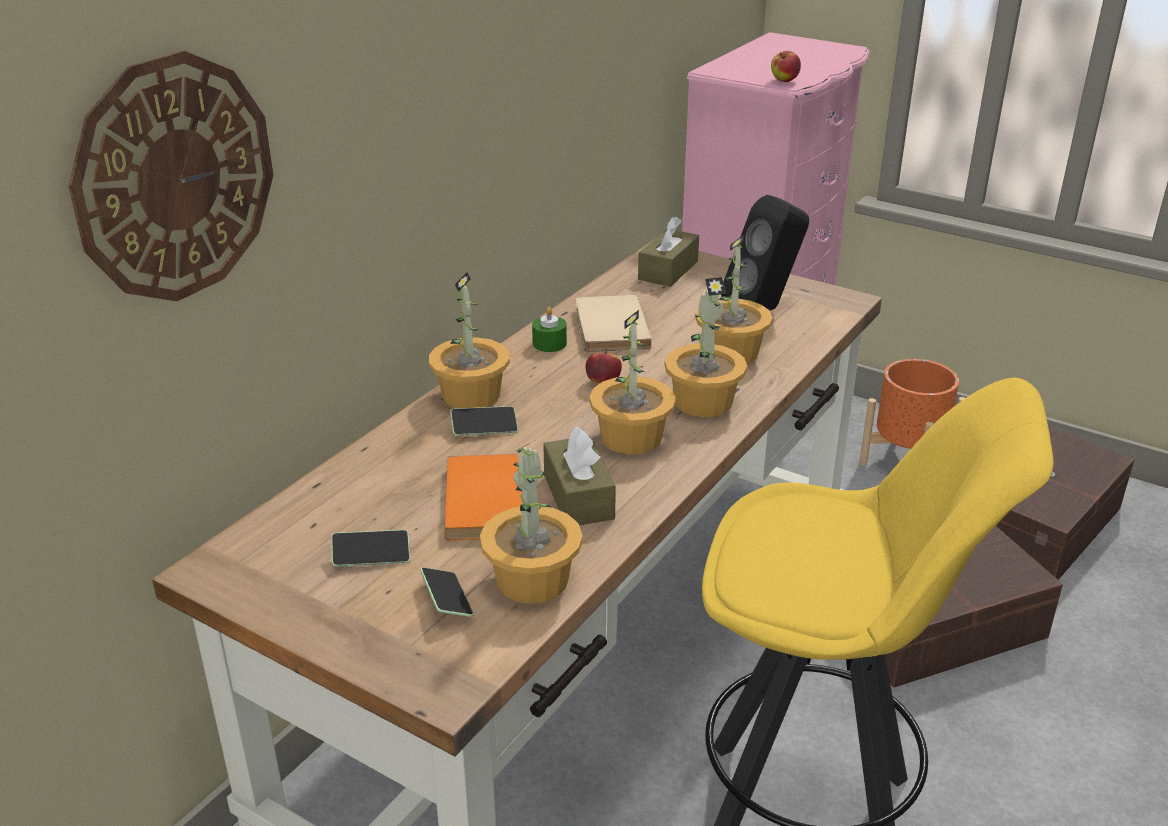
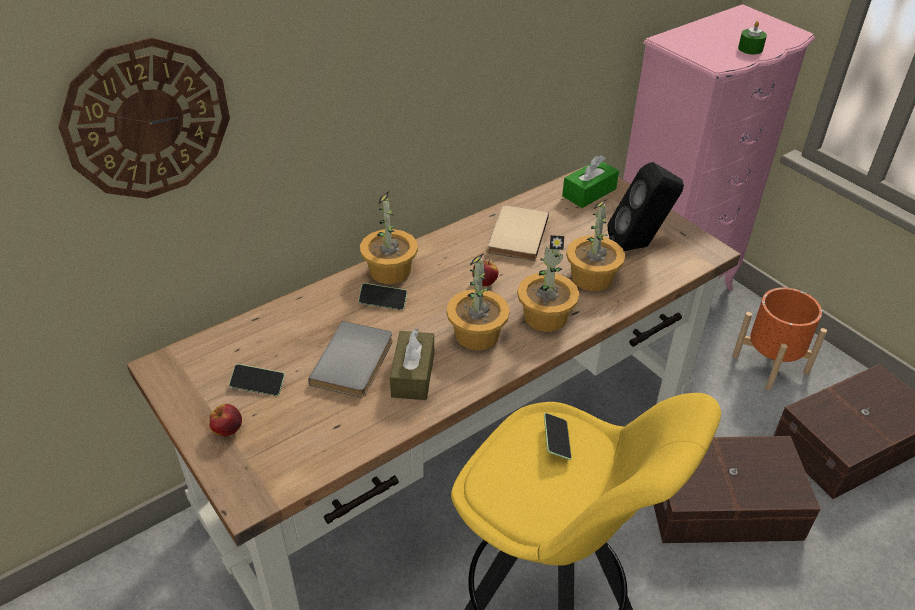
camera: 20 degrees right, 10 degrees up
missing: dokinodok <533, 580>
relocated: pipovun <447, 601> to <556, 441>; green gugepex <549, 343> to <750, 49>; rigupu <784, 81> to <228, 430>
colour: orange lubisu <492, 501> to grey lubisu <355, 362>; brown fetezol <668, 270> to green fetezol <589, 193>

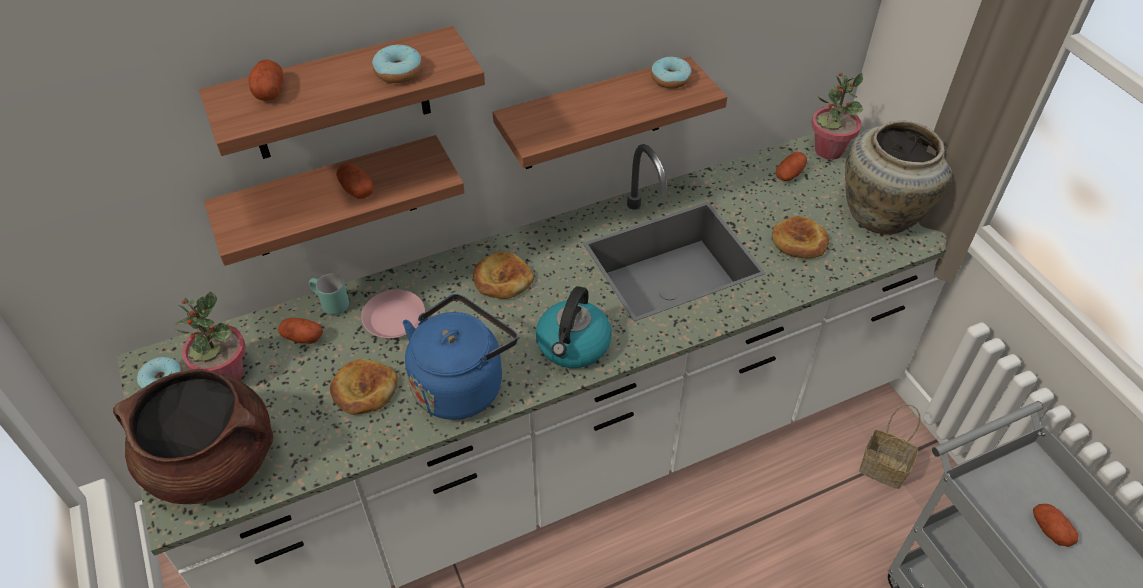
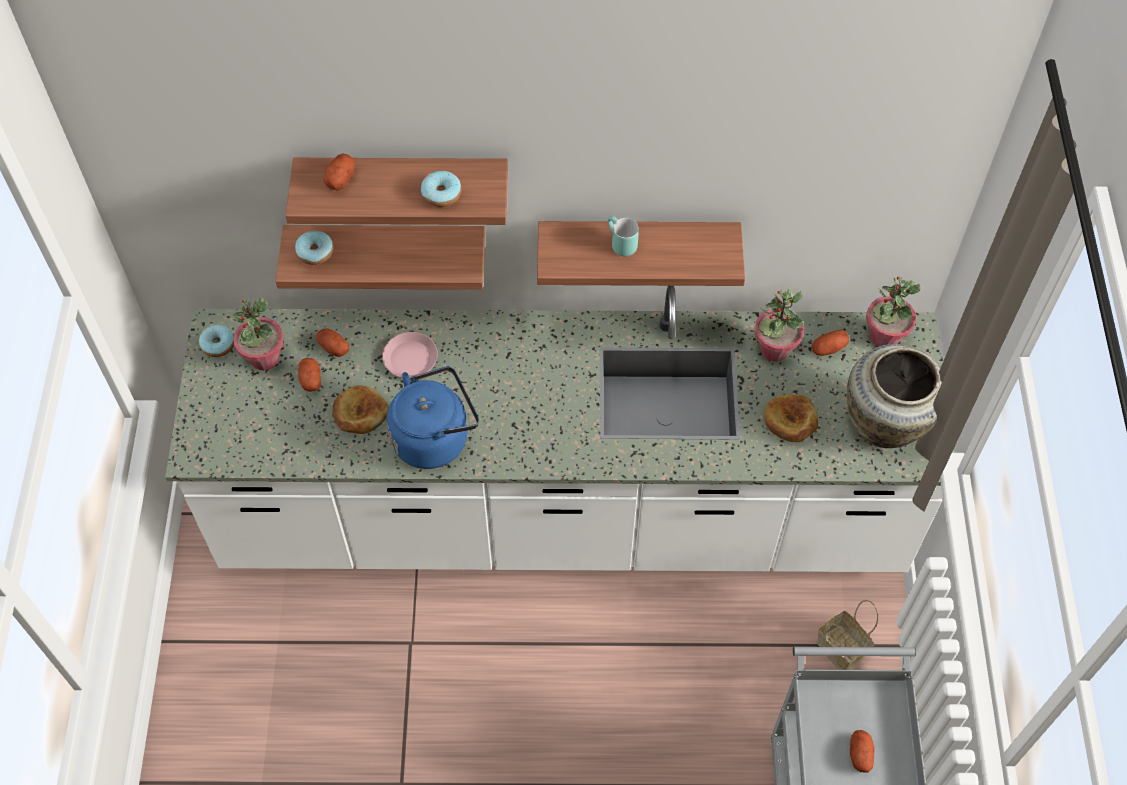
camera: 25 degrees right, 10 degrees up
missing: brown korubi <214, 462>; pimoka <502, 279>; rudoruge <573, 346>
appeared: dokinodok <774, 349>
relocated: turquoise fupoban <329, 305> to <619, 244>; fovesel <356, 190> to <310, 379>; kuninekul <670, 79> to <315, 252>

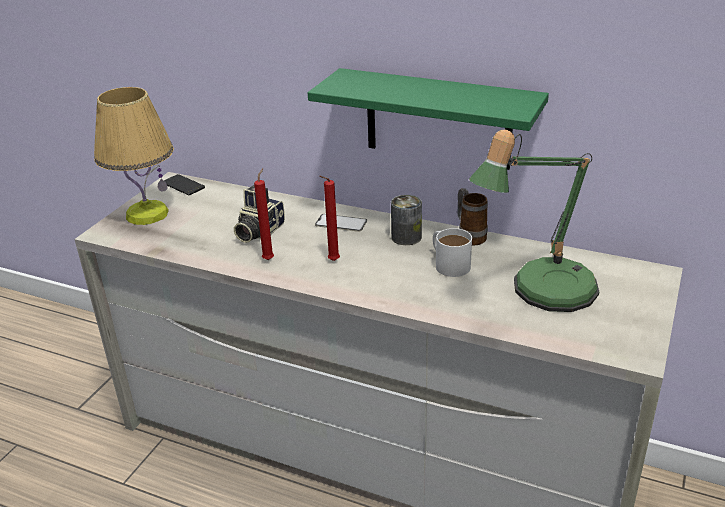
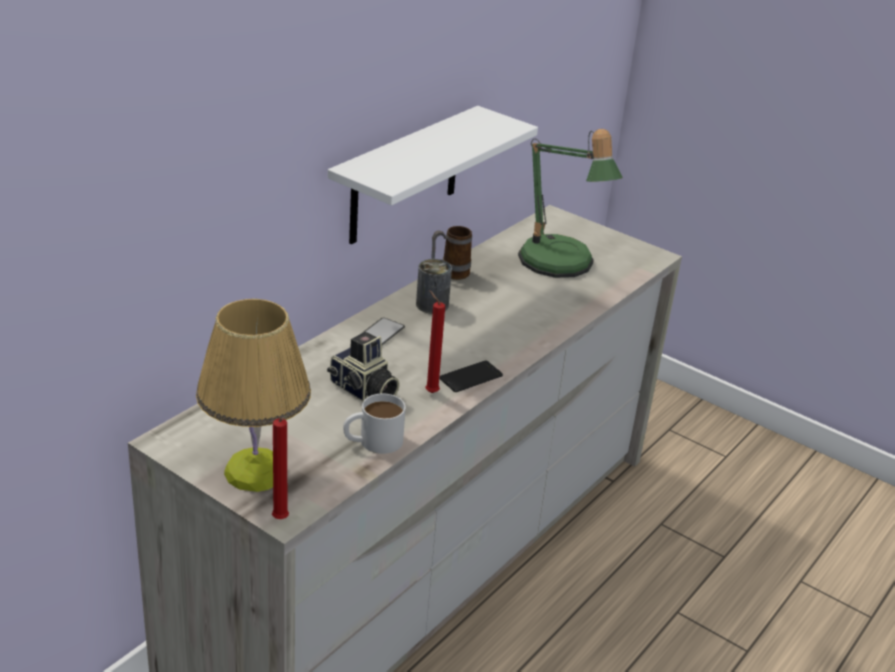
camera: 80 degrees left, 0 degrees up
relocated: pipovun <183, 185> to <471, 377>; red gugepex <332, 261> to <280, 521>; white fupoban <448, 263> to <372, 441>
colour: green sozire <438, 119> to white sozire <405, 176>

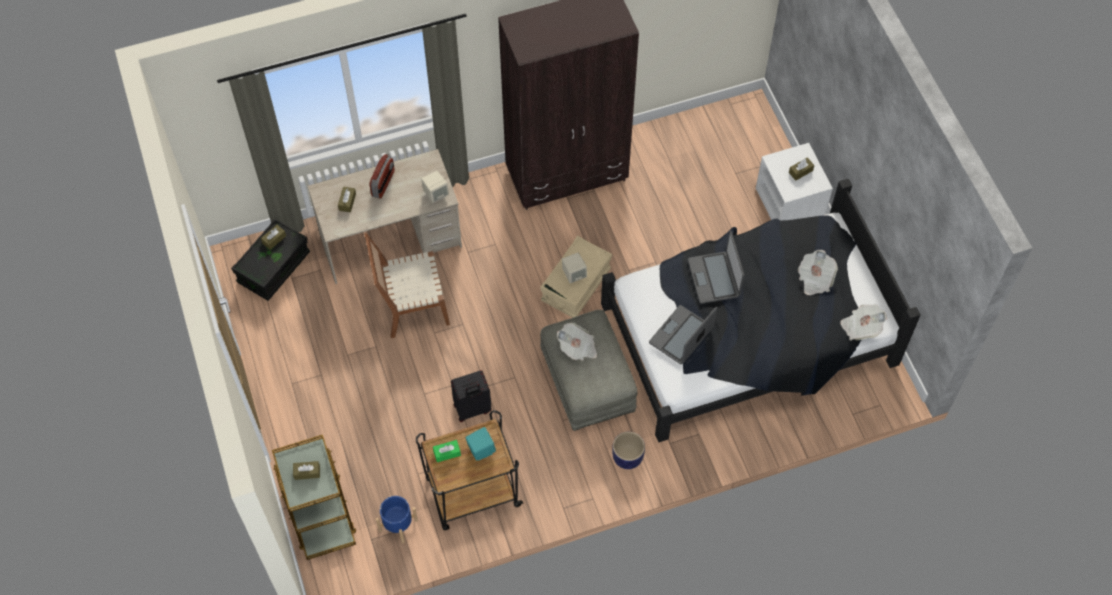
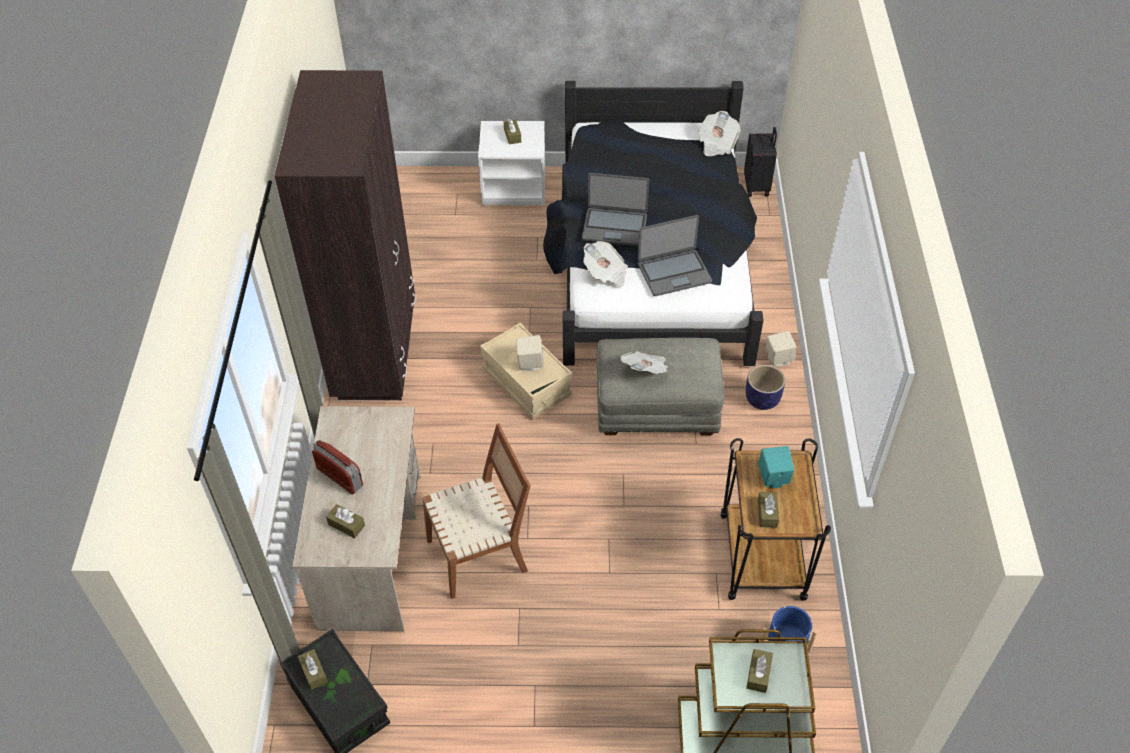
camera: 70 degrees left, 10 degrees down
relocated: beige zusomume <436, 194> to <778, 358>; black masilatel <472, 409> to <757, 186>; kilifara <815, 279> to <605, 273>
colour: green fetezol <447, 453> to brown fetezol <767, 513>
spun: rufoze <411, 308> = <481, 553> 120 degrees counterclockwise; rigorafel <681, 336> = <674, 273> 75 degrees counterclockwise

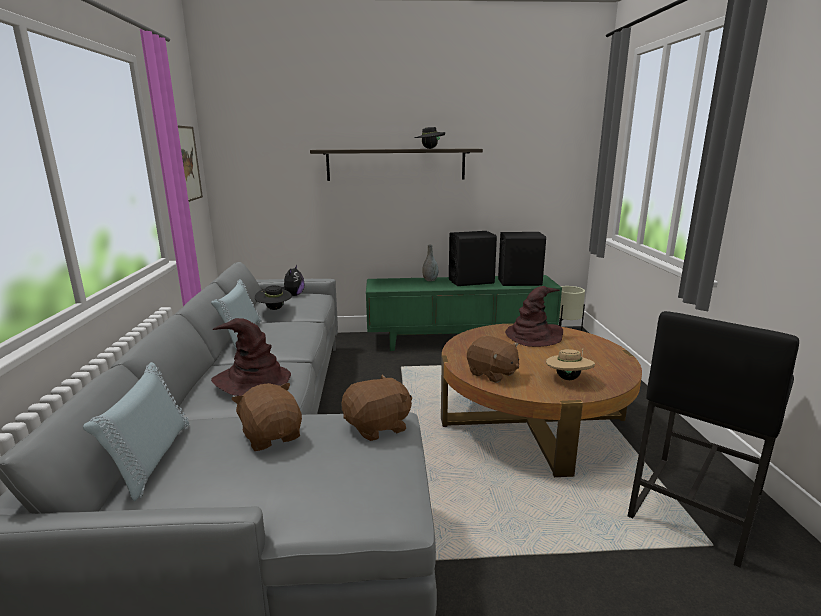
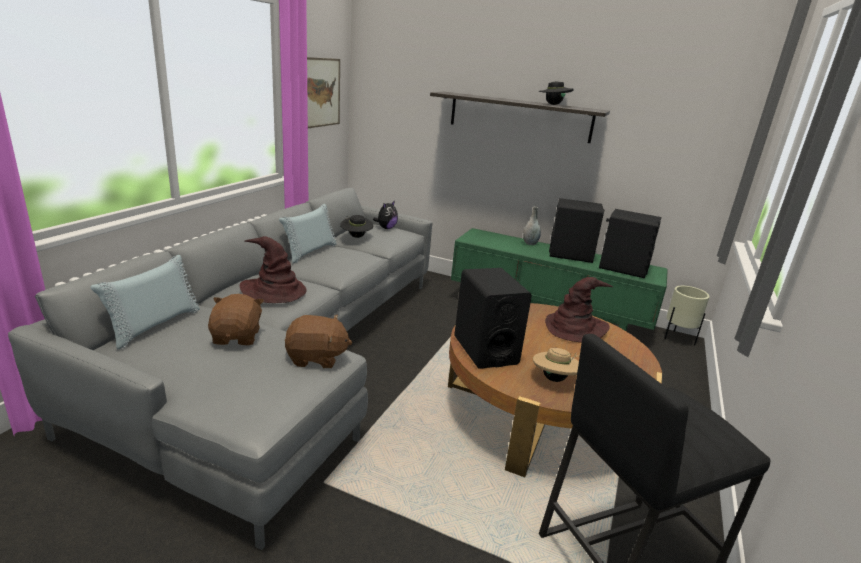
camera: 25 degrees right, 5 degrees up
exchanged: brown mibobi <492, 374> to black zusomume <485, 350>

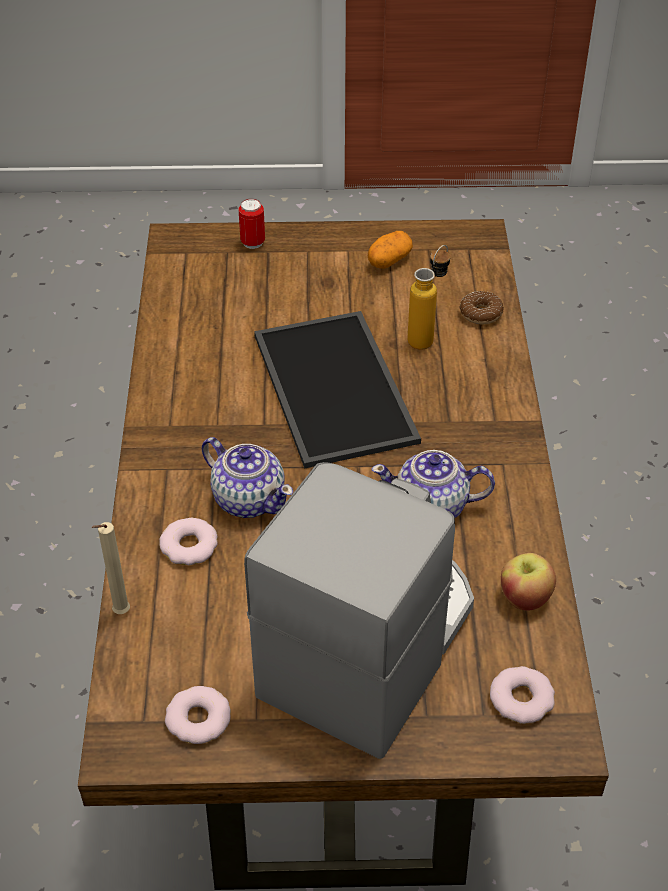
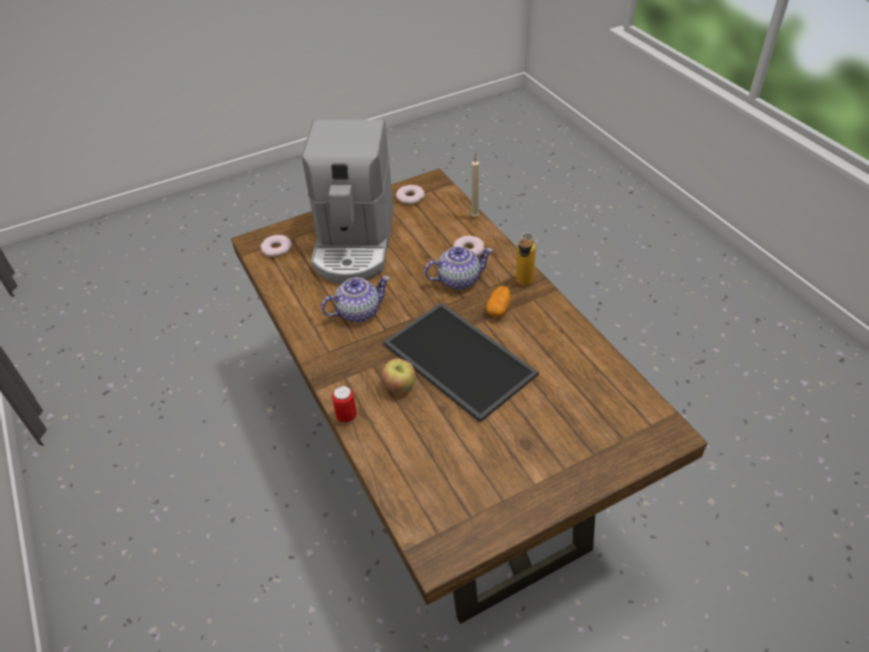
camera: 155 degrees right, 0 degrees up
missing: kuninekul <481, 313>
relocated: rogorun <253, 243> to <347, 416>; fovesel <389, 260> to <498, 309>; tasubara <427, 336> to <523, 285>; rigupu <524, 597> to <399, 386>
spun: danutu <248, 498> = <458, 280> 150 degrees clockwise

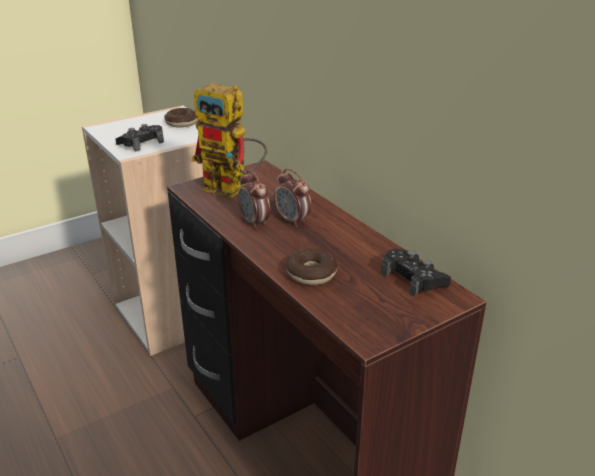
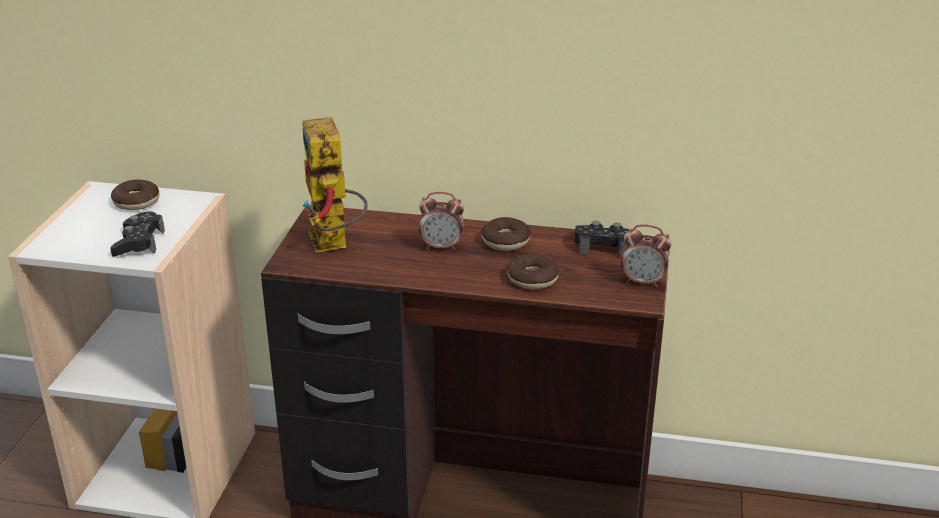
camera: 45 degrees left, 0 degrees up
appeared: kuninekul <505, 241>
relocated: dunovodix <254, 222> to <643, 282>
spun: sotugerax <233, 189> = <334, 244> 90 degrees clockwise

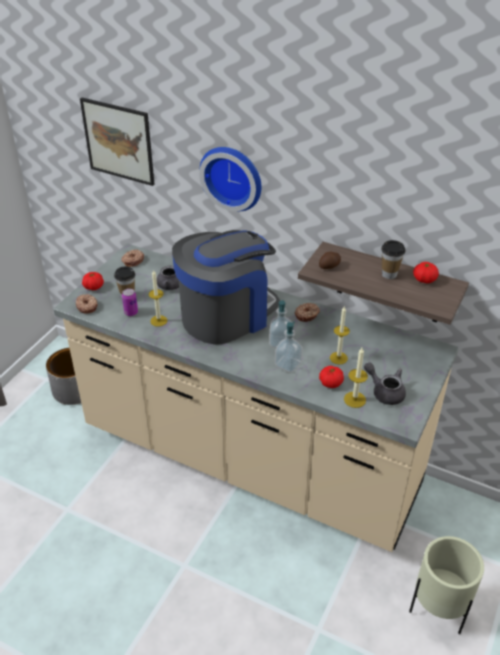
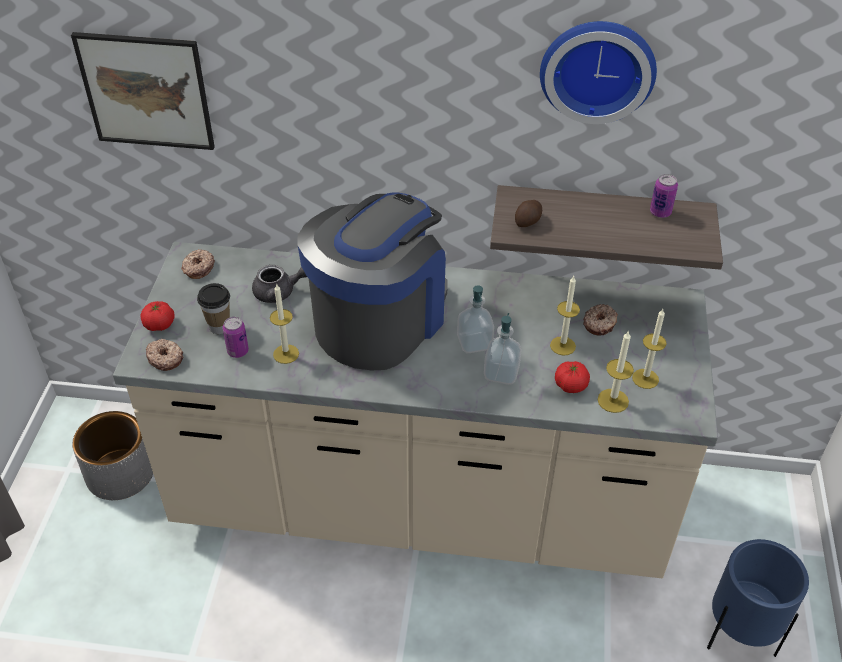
camera: 20 degrees left, 5 degrees up
missing: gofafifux <389, 274>
relocated: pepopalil <233, 176> to <597, 68>; kuninekul <307, 315> to <600, 324>
exchanged: grey danutu <385, 392> to gugepex <645, 378>; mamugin <424, 279> to rogorun <660, 212>
colour: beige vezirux <438, 611> to blue vezirux <739, 635>

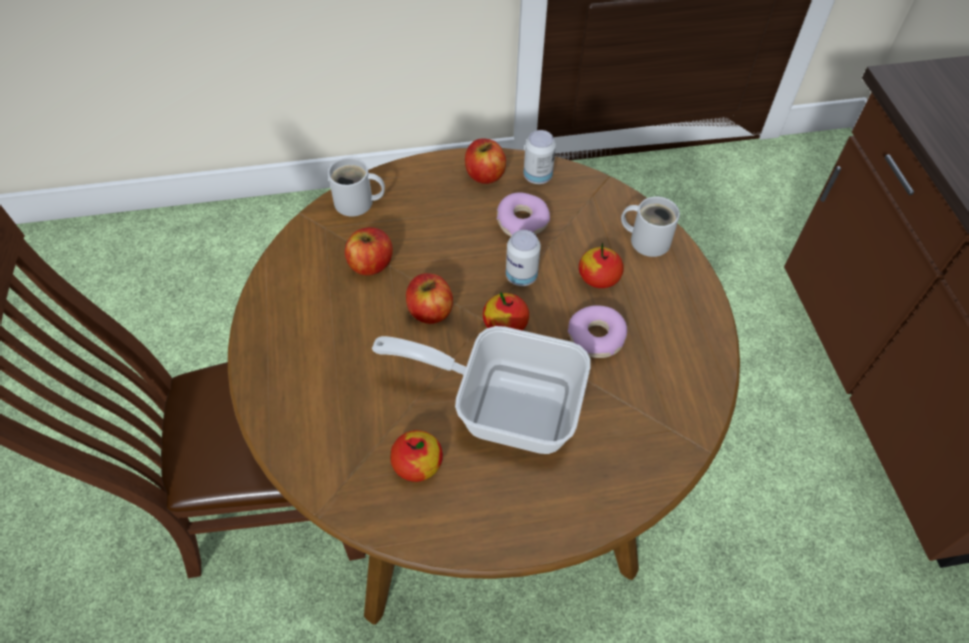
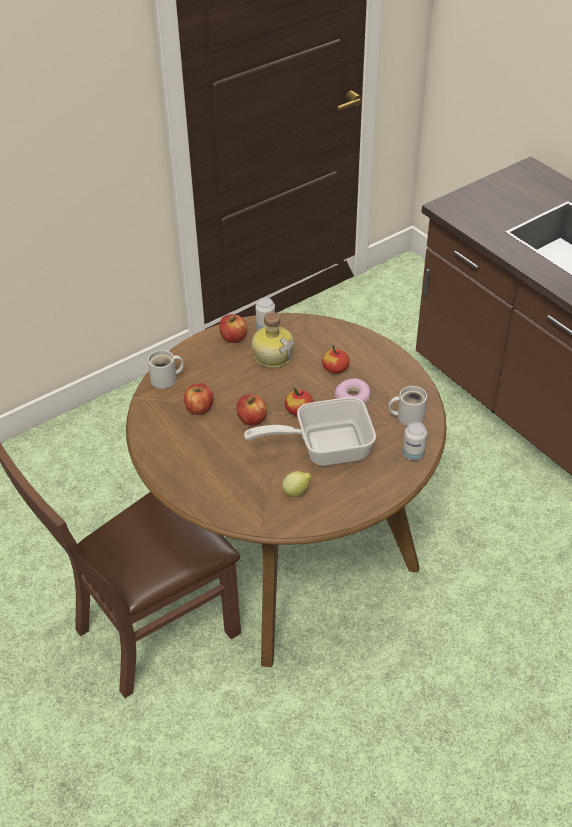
camera: 25 degrees left, 10 degrees down
relocated: rogorun <521, 276> to <413, 454>; white fupoban <647, 239> to <407, 416>
exchanged: rigupu <417, 464> to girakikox <297, 492>; kuninekul <522, 221> to tasubara <273, 355>

